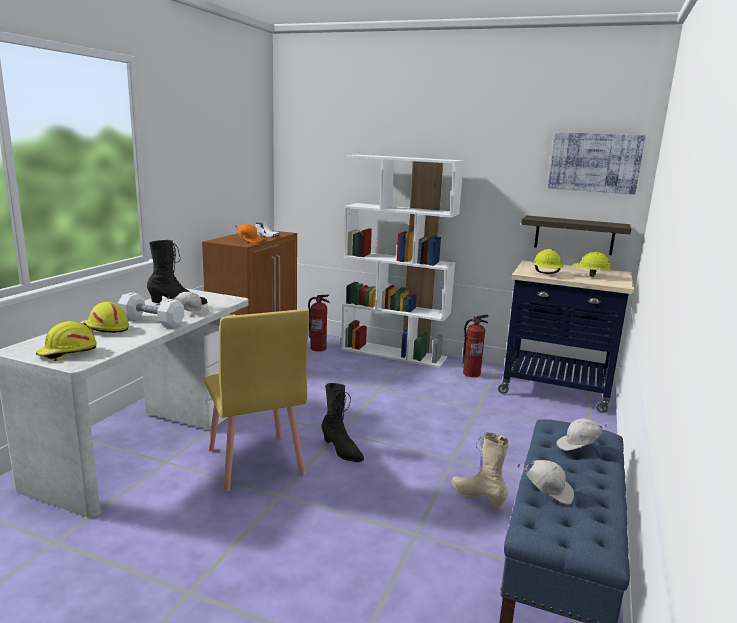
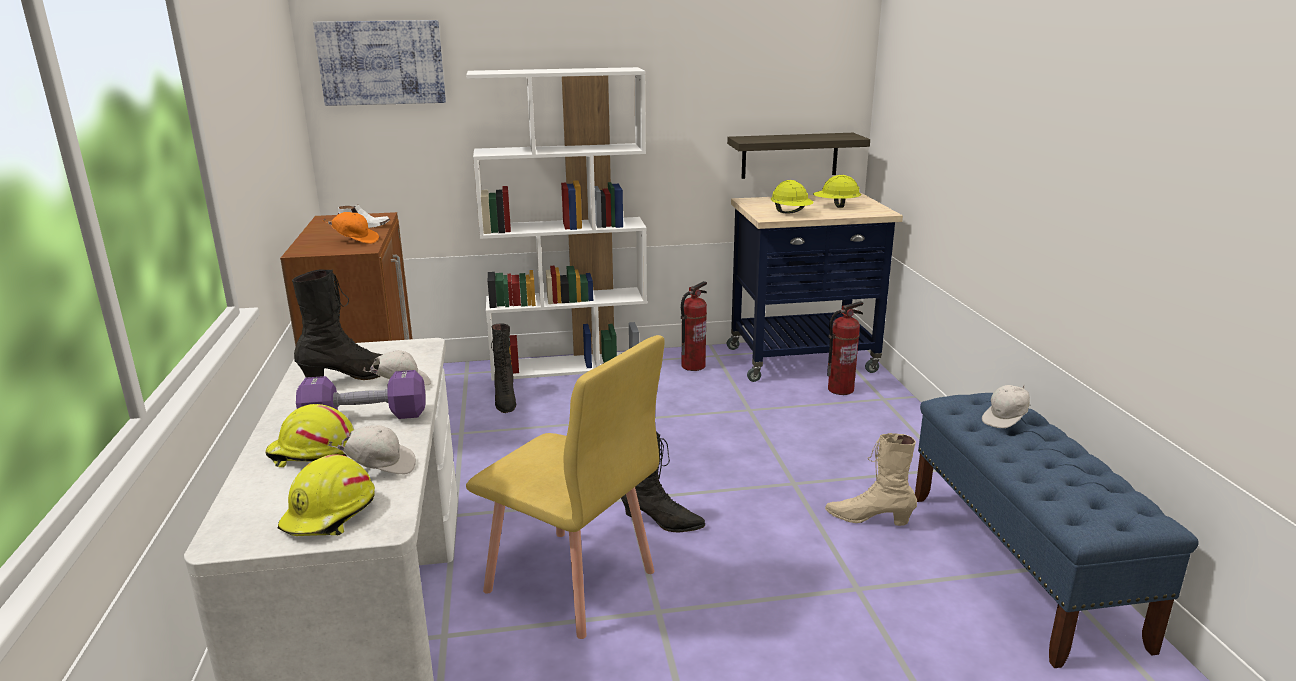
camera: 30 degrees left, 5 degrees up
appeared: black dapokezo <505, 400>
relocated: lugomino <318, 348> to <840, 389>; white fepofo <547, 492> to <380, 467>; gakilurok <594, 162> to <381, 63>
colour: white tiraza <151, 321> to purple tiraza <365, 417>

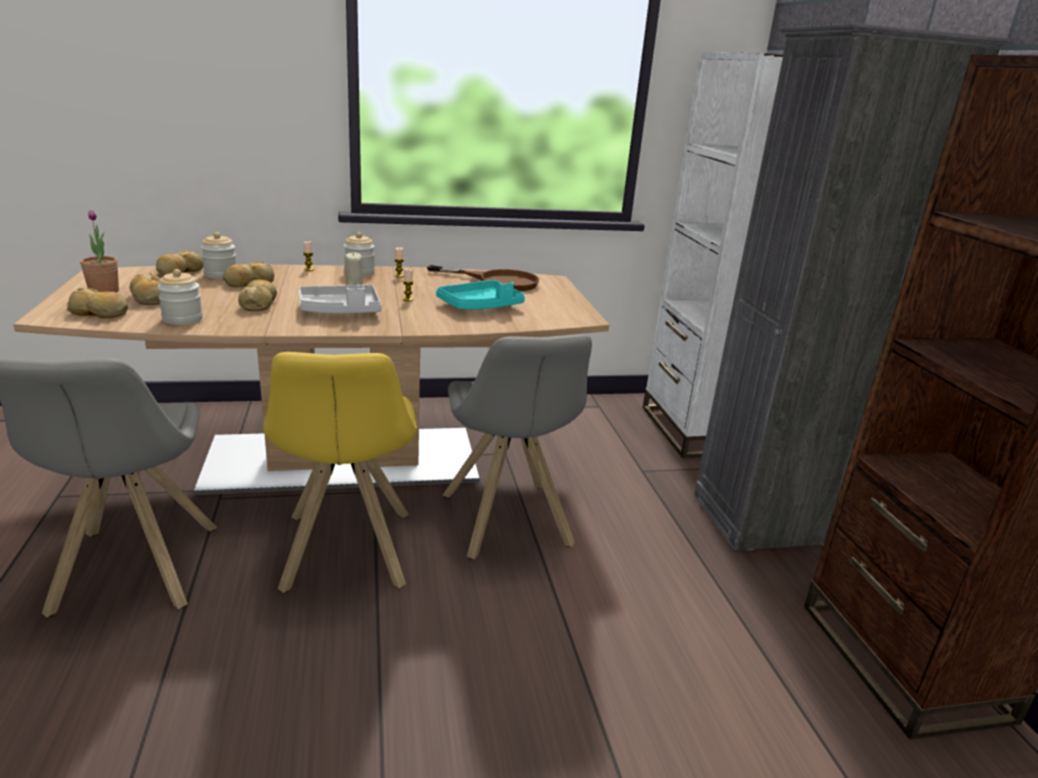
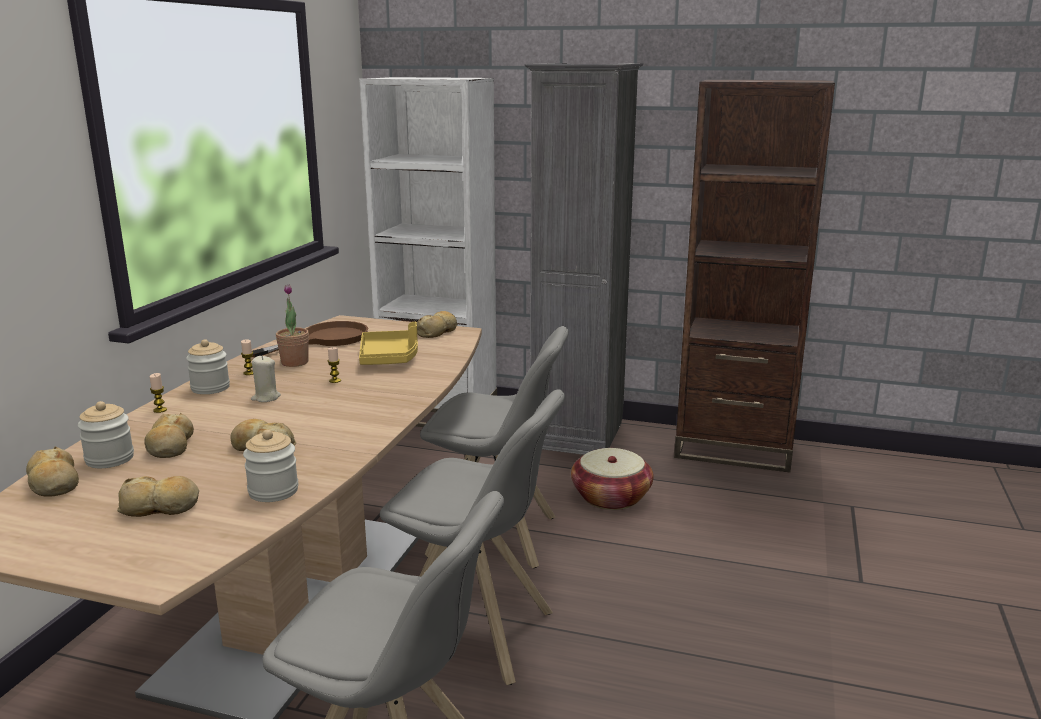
camera: 60 degrees left, 5 degrees down
missing: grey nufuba <340, 311>
appeared: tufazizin <611, 497>
relocated: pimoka <99, 313> to <437, 332>; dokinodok <104, 291> to <294, 362>
colour: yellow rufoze <346, 550> to grey rufoze <473, 632>; turquoise nufuba <480, 306> to yellow nufuba <389, 358>

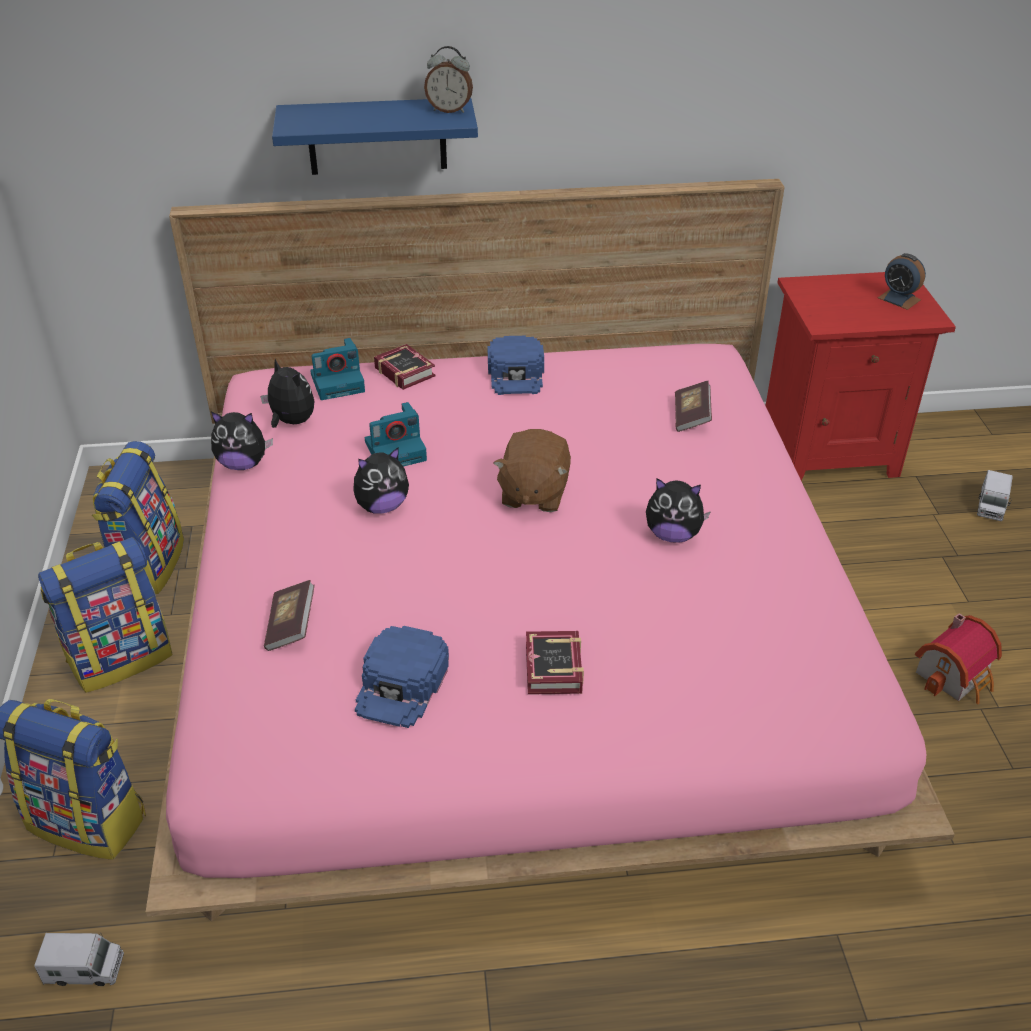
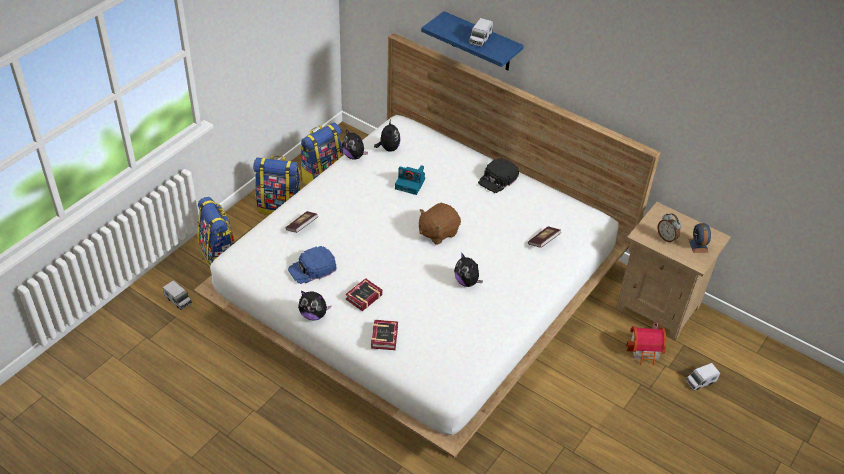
camera: 40 degrees right, 5 degrees up
missing: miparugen <339, 382>
appeared: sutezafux <480, 39>
relocated: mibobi <382, 506> to <313, 315>; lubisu <404, 370> to <385, 336>; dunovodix <449, 110> to <666, 238>; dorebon <956, 676> to <645, 351>
colour: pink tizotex <516, 637> to white tizotex <419, 292>; blue fepofo <516, 373> to black fepofo <498, 179>; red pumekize <832, 453> to beige pumekize <657, 309>

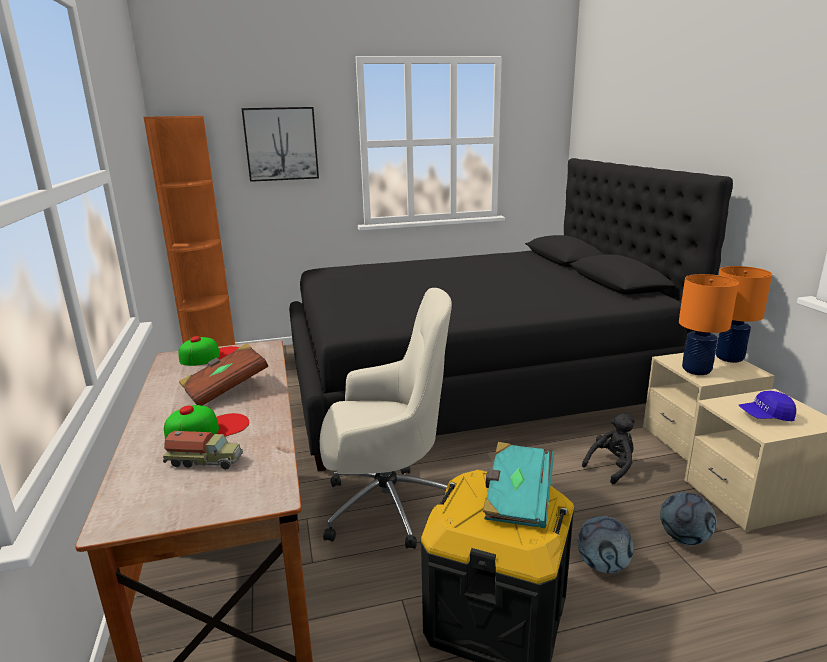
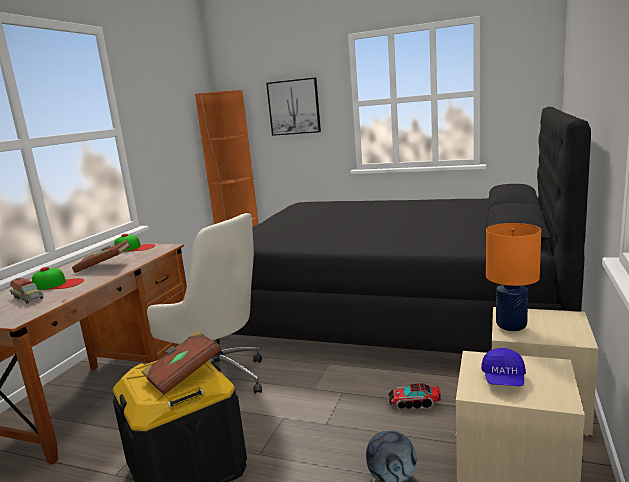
camera: 35 degrees right, 5 degrees down
missing: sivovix <602, 565>; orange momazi <729, 359>
exchanged: black mibobi <611, 466> to sutezafux <414, 403>
colour: turquoise lubisu <516, 499> to brown lubisu <183, 374>
spun: blue fepofo <765, 416> = <504, 379> 105 degrees counterclockwise

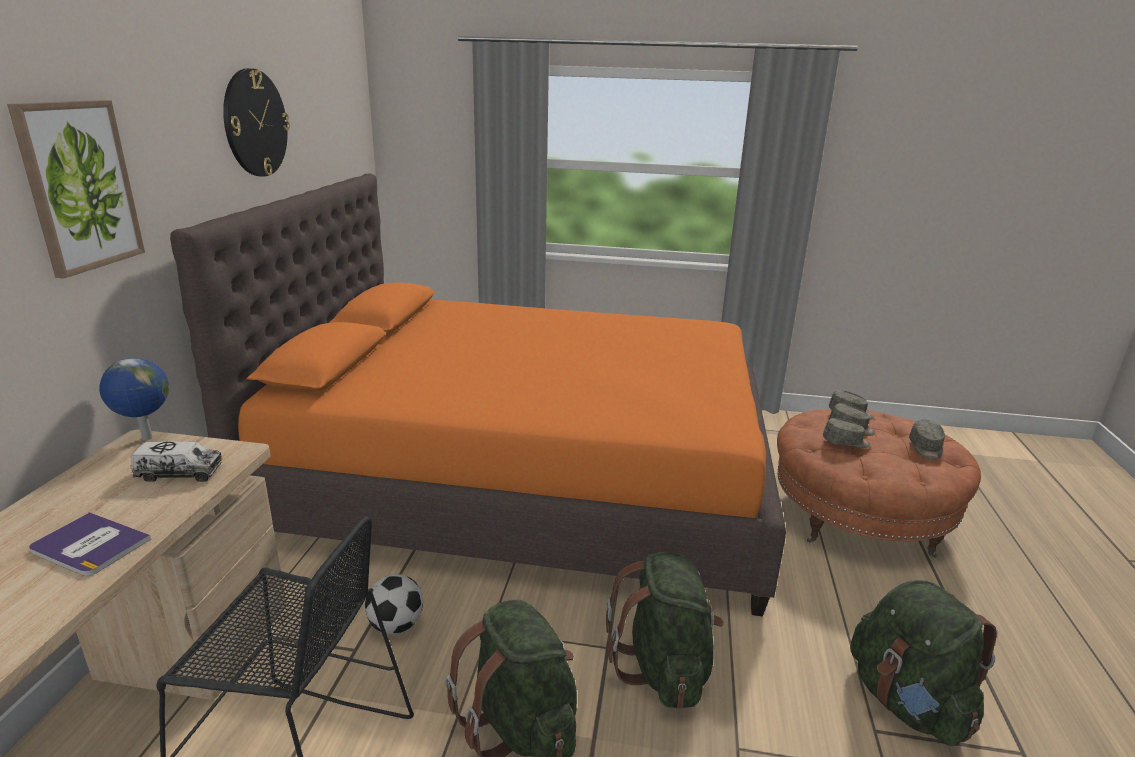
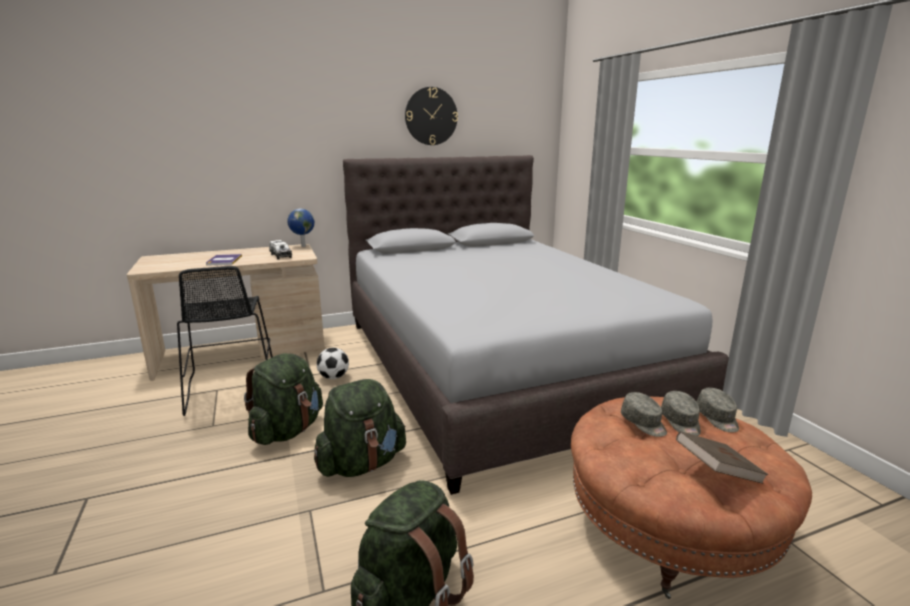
camera: 60 degrees right, 5 degrees down
missing: gakilurok <79, 186>
exchanged: grey fepofo <925, 448> to brown lubisu <717, 472>
colour: orange tizotex <524, 478> to grey tizotex <498, 366>

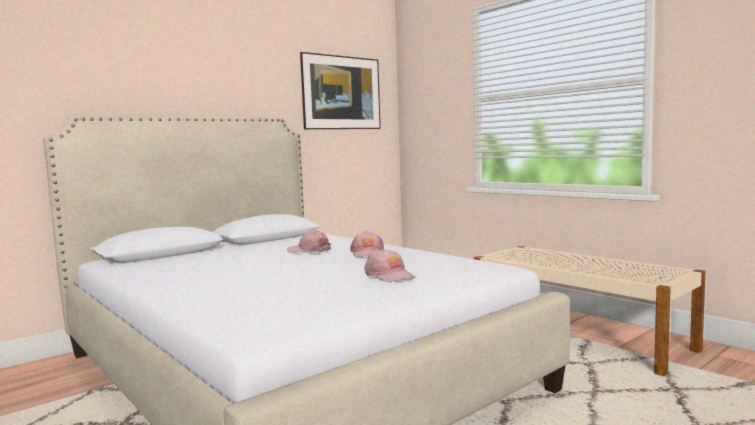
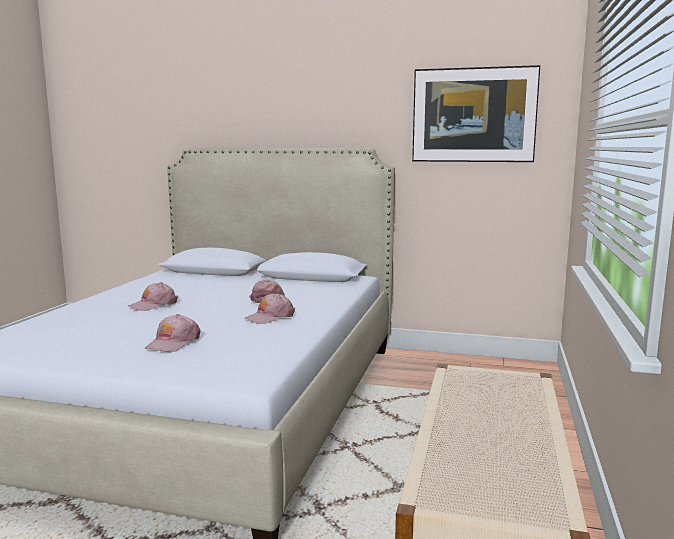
camera: 55 degrees right, 5 degrees up
appeared: pink fepofo <153, 305>

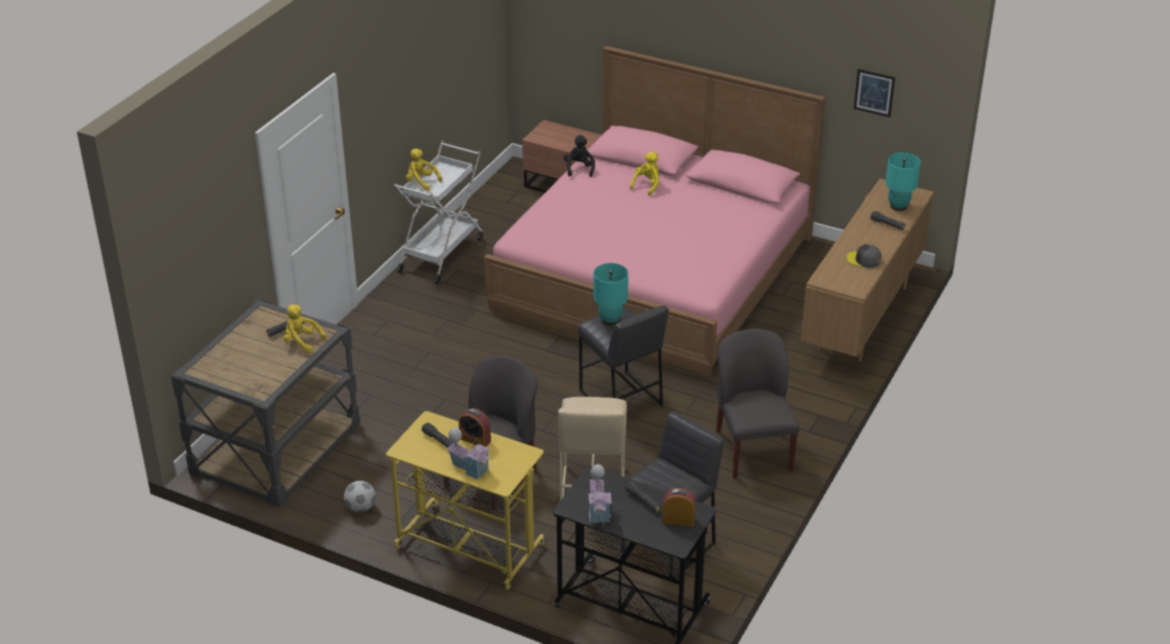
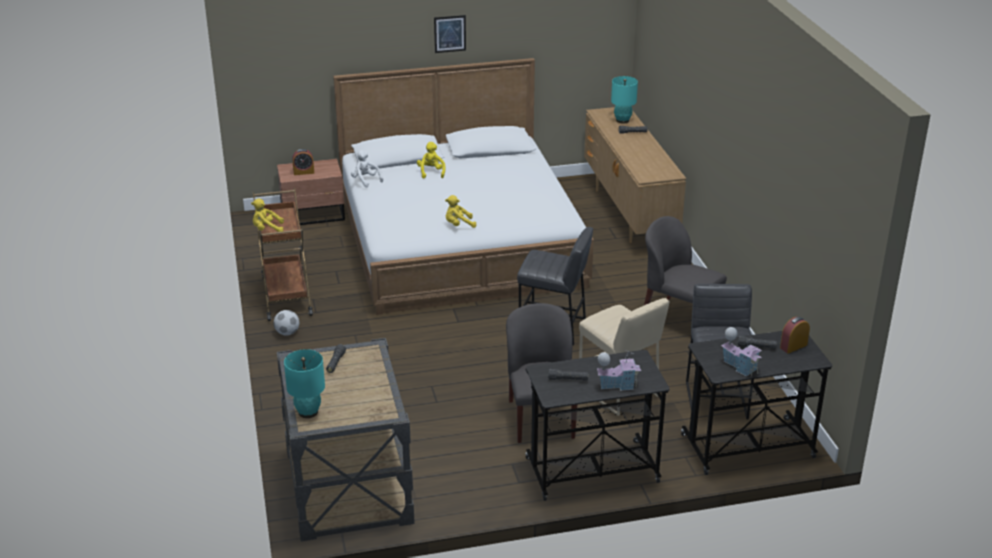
camera: 40 degrees left, 5 degrees down
missing: grey fepofo <864, 260>
relocated: yellow mibobi <302, 342> to <458, 225>; sivovix <360, 507> to <287, 333>; dunovodix <475, 439> to <303, 172>; turquoise momazi <610, 320> to <308, 412>; gakilurok <874, 92> to <450, 34>
colour: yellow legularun <469, 546> to black legularun <592, 471>; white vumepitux <442, 255> to brown vumepitux <286, 295>; pink tizotex <654, 272> to white tizotex <459, 242>; black mibobi <579, 169> to white mibobi <365, 180>

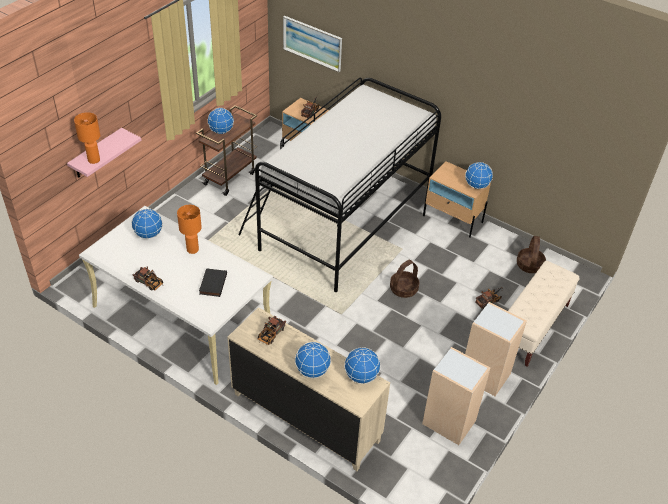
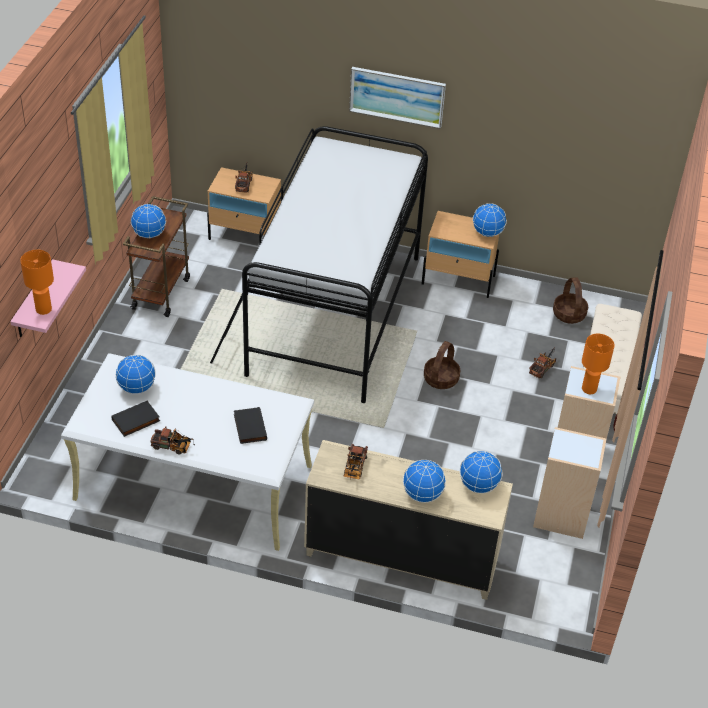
camera: 20 degrees left, 0 degrees up
appeared: black lubisu <136, 421>
relocated: orange momazi <193, 249> to <589, 389>; gakilurok <312, 43> to <397, 96>

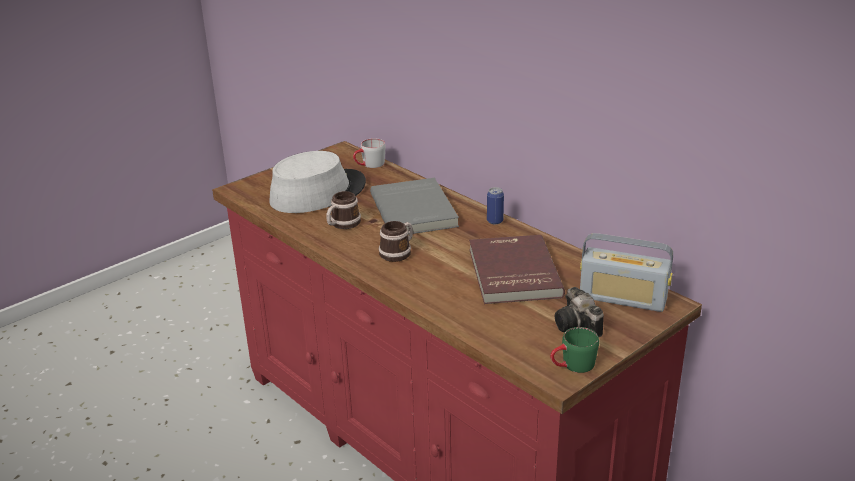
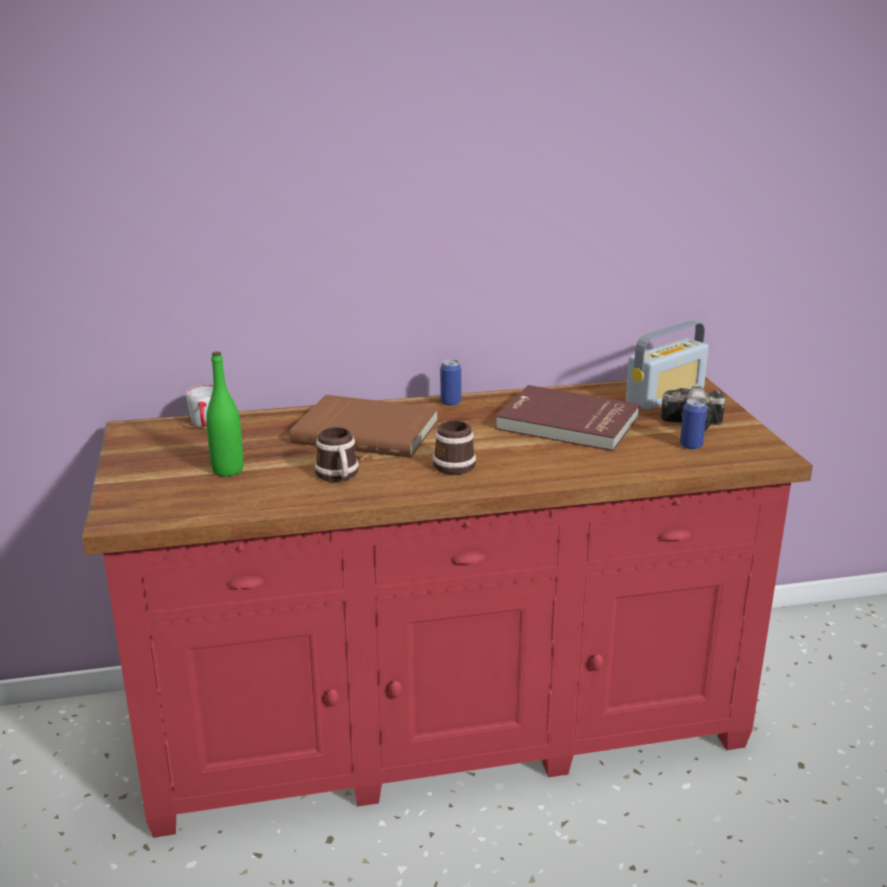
camera: 60 degrees left, 5 degrees down
missing: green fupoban <572, 366>
appeared: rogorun <691, 445>
exchanged: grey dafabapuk <318, 192> to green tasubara <228, 470>
colour: grey lubisu <415, 210> to brown lubisu <367, 430>

